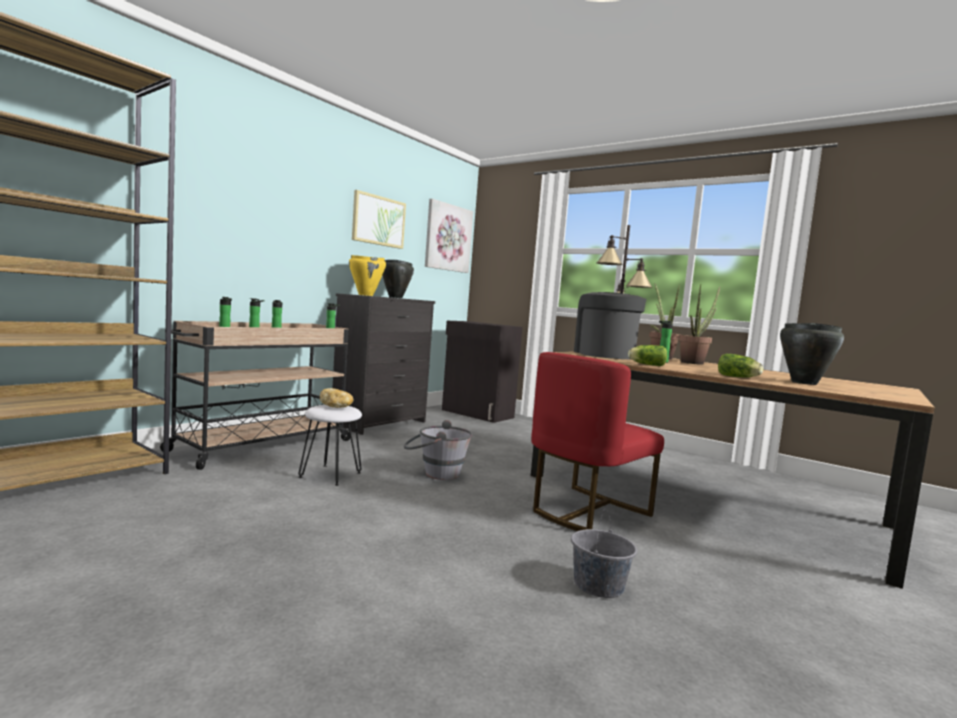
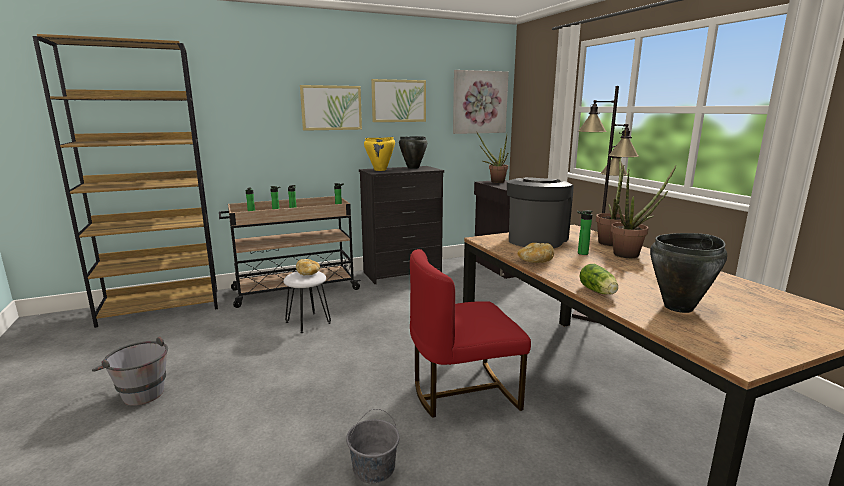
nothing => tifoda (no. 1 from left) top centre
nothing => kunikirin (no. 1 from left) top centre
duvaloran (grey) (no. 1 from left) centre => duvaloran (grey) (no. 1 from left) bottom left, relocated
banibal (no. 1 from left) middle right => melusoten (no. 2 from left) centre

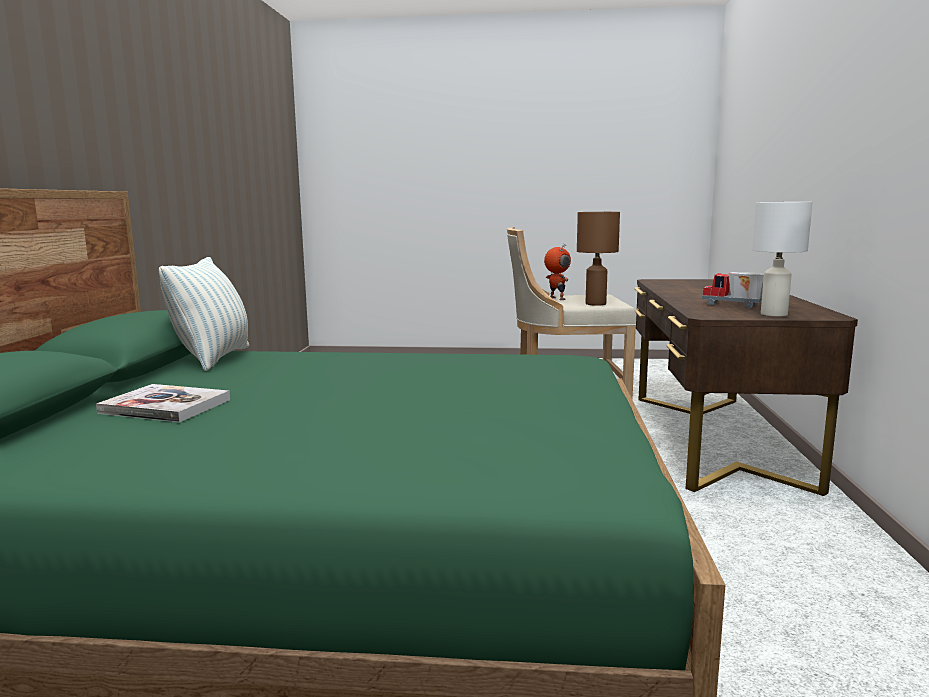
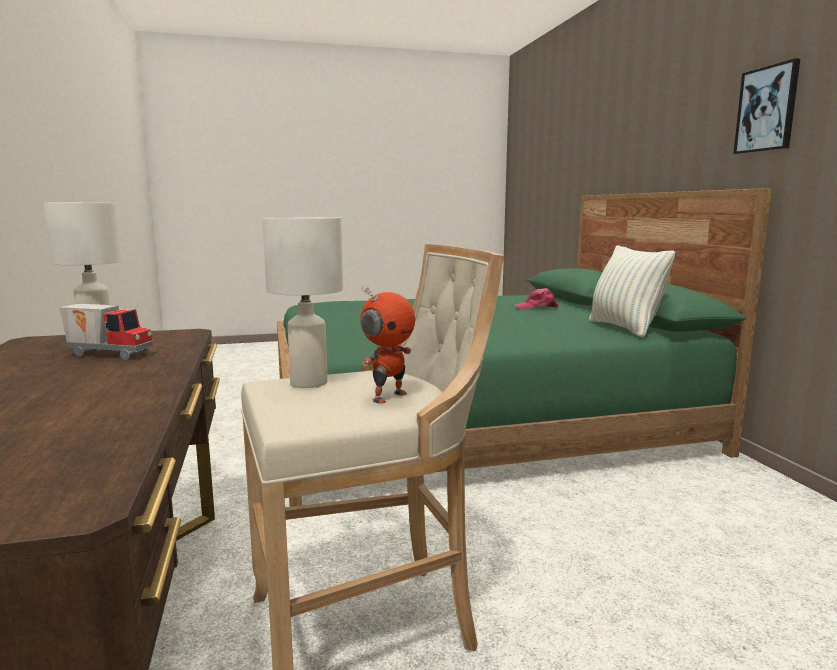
nothing => tifoda top right
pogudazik middle left => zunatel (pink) centre
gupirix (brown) centre => gupirix (white) (no. 2 from left) centre
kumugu centre, 90 degrees counterclockwise

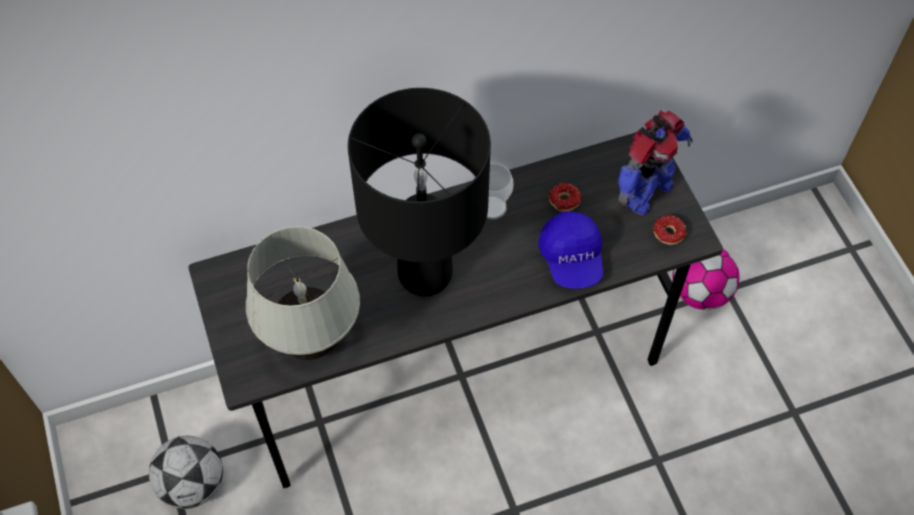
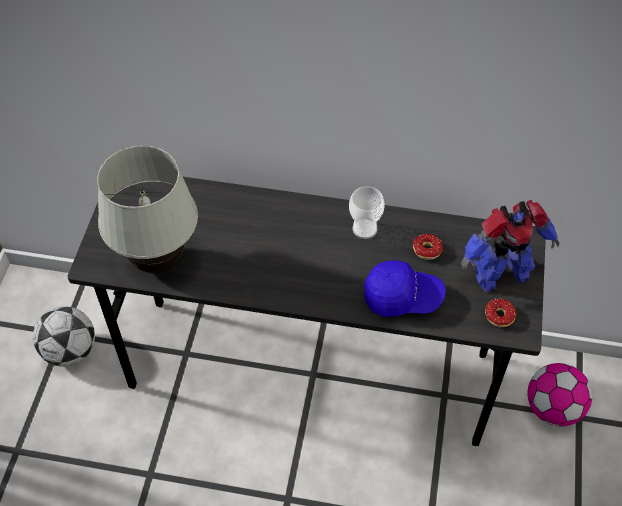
gupirix (black) centre => nothing
zunatel (blue) centre, 105 degrees counterclockwise

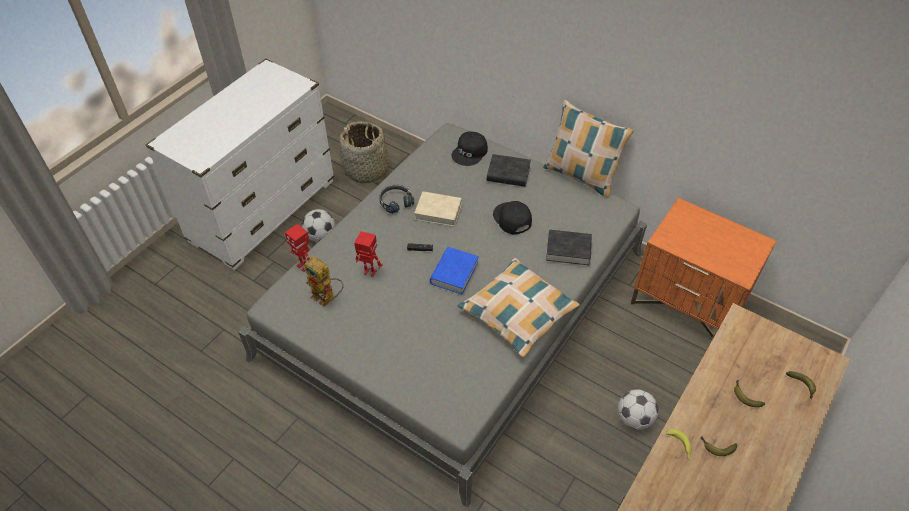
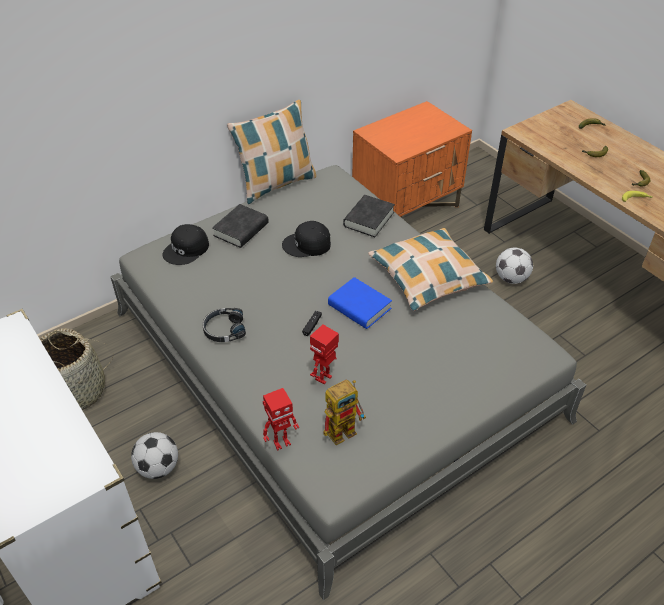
pogudazik (beige) centre => nothing
zunatel (black) (no. 1 from left) top centre => zunatel (black) (no. 1 from left) middle left, 75 degrees clockwise

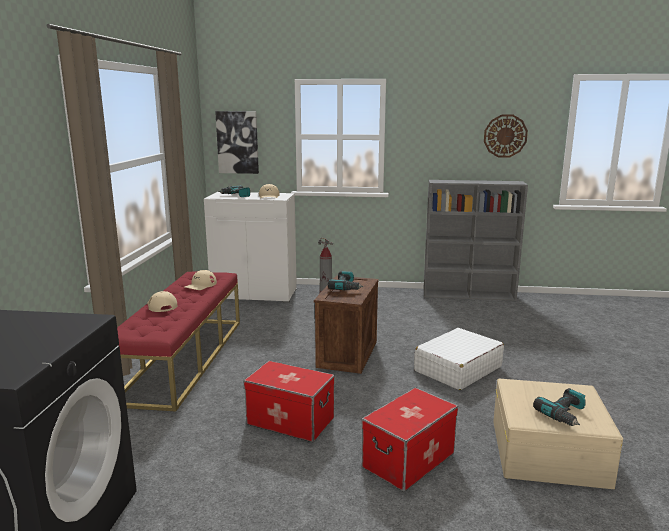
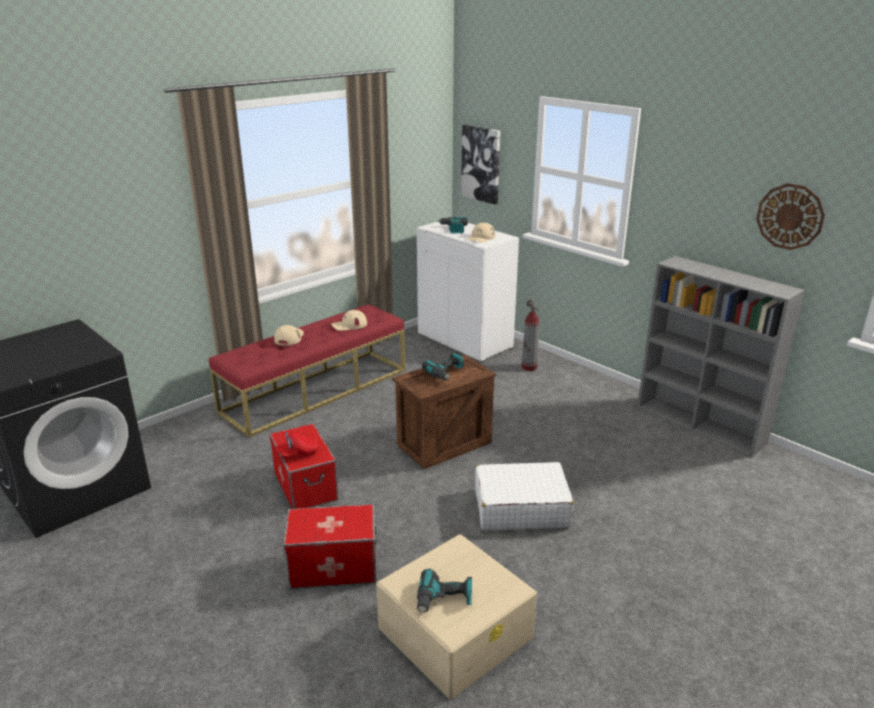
nothing => zunatel (red) centre

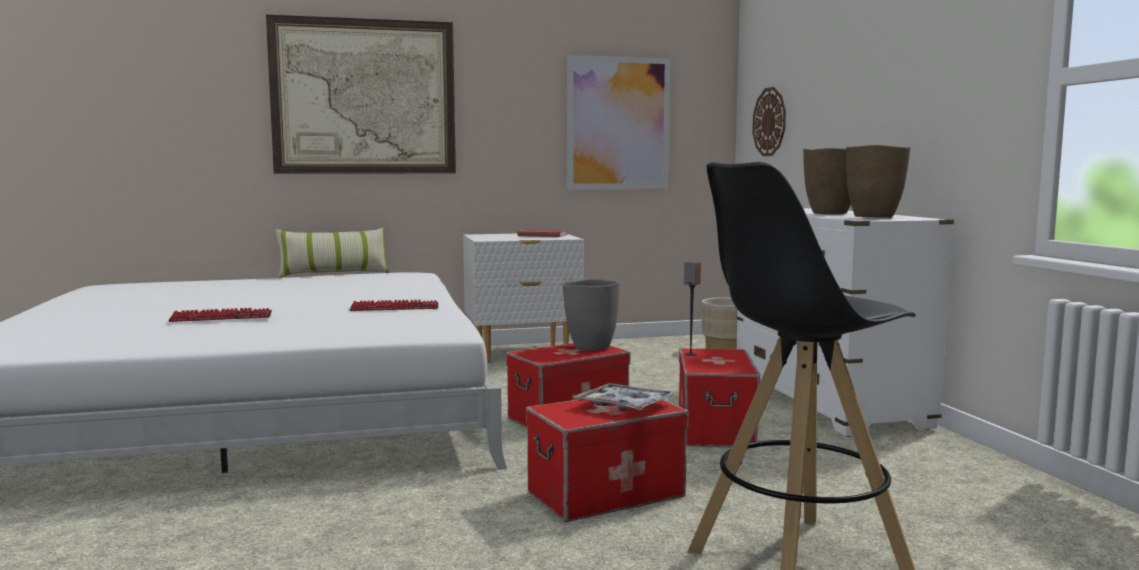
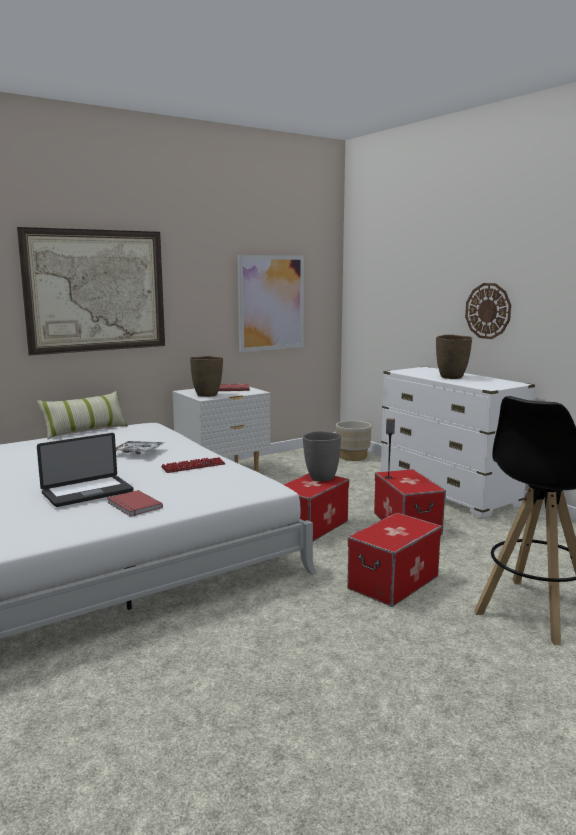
nothing => pogudazik (red) (no. 1 from left) middle left
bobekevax bottom centre => bobekevax middle left, relocated
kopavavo top right => kopavavo middle right, relocated
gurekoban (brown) (no. 2 from left in the first image) top right => gurekoban (brown) (no. 1 from left) centre, relocated
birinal (no. 1 from left) middle left => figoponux middle left

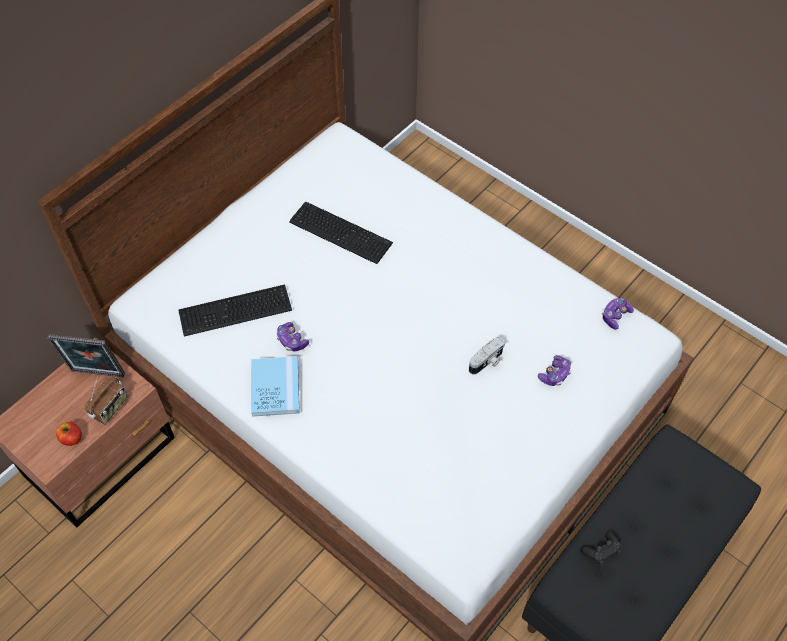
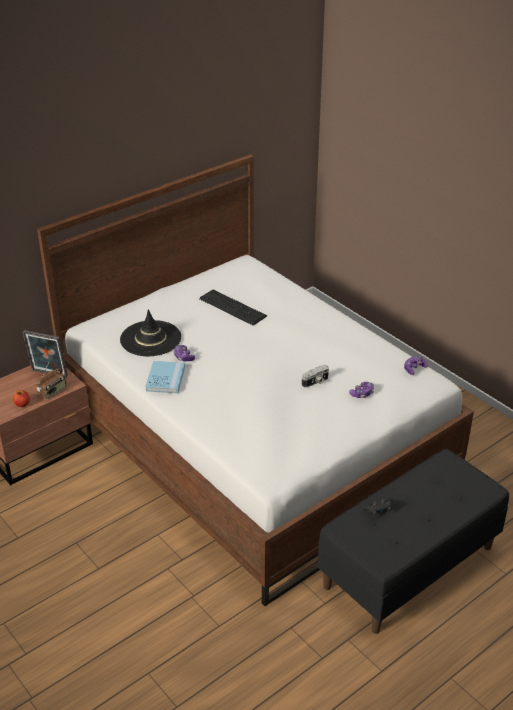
birinal (no. 1 from left) middle left => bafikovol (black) middle left

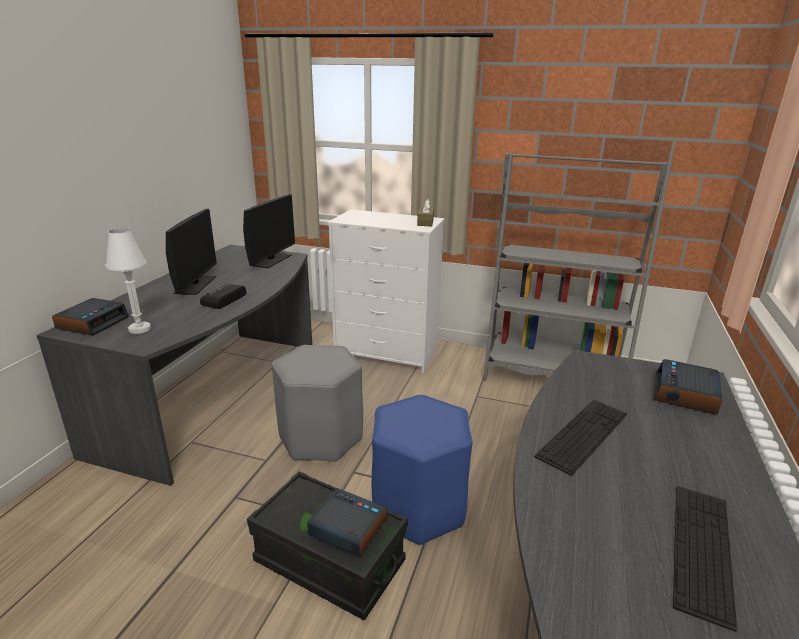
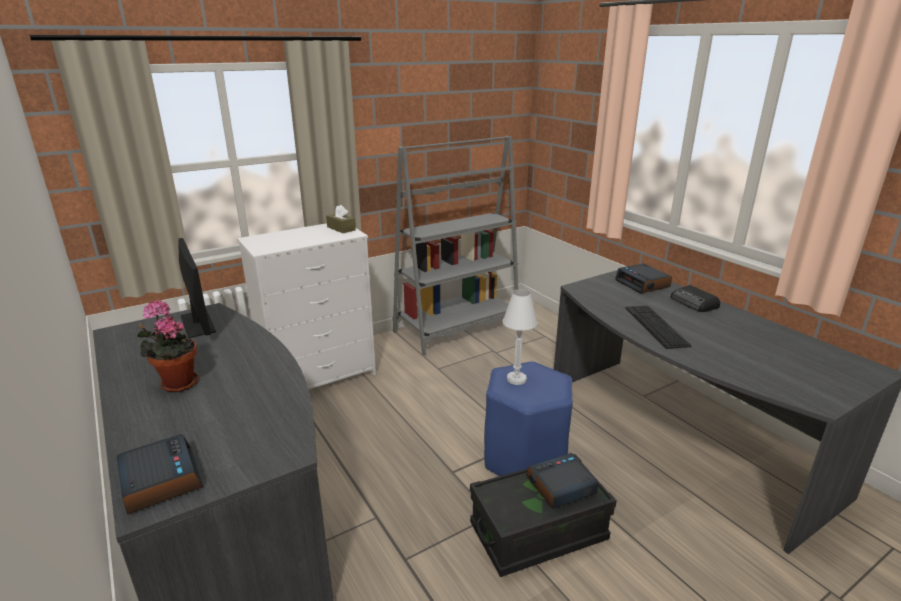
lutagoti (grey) centre => nothing
birinal (no. 2 from left) bottom right => nothing
gupirix (white) middle left => gupirix (white) centre, relocated
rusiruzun middle left => rusiruzun middle right, relocated
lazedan (no. 1 from left) middle left => kunikirin middle left

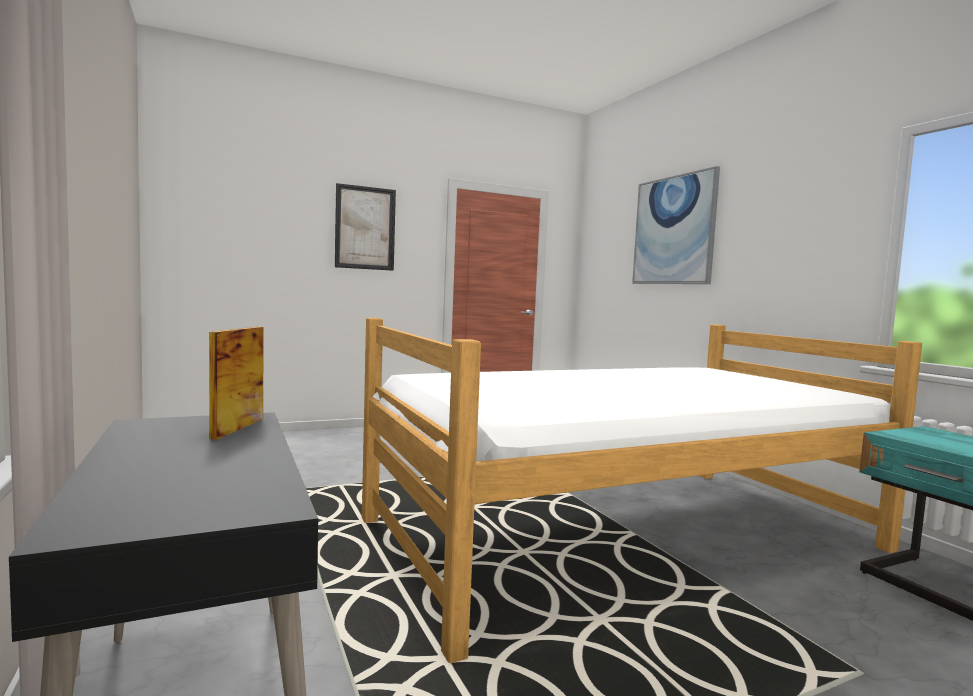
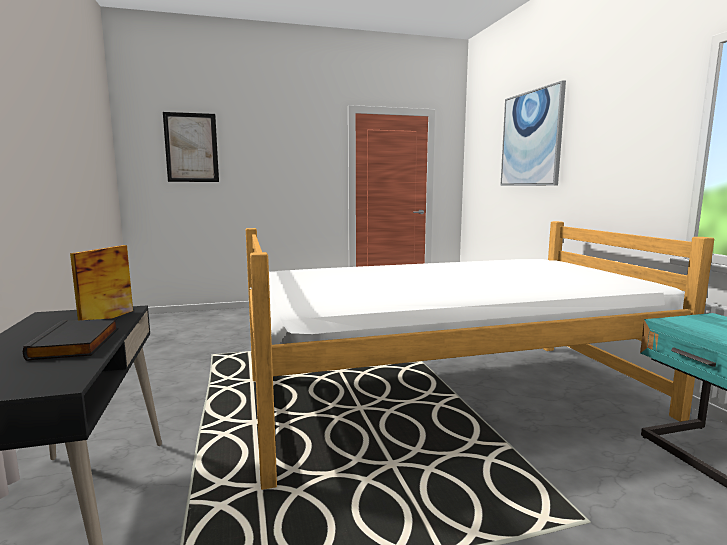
nothing => pogudazik (black) middle left
tifoda (no. 1 from left) top centre => tifoda (no. 1 from left) top left, relocated

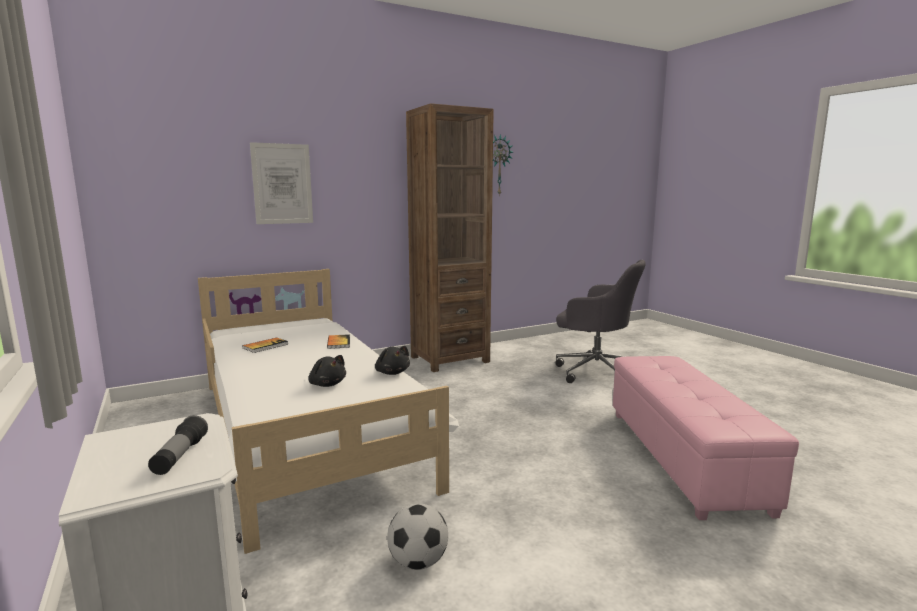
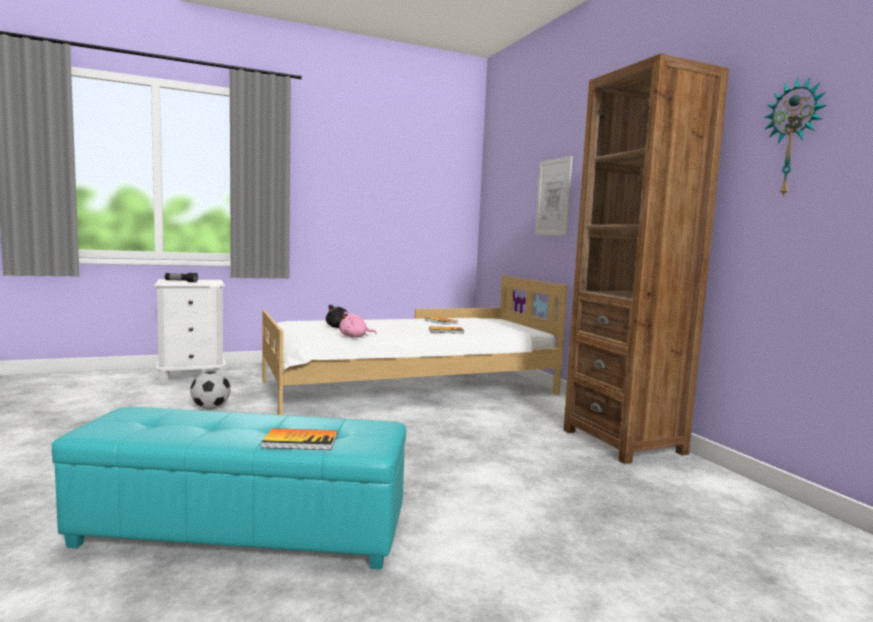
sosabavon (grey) centre => nothing
nothing => pogudazik (no. 1 from left) bottom centre
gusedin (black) (no. 2 from left) centre => gusedin (pink) centre
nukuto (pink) bottom right => nukuto (turquoise) bottom left

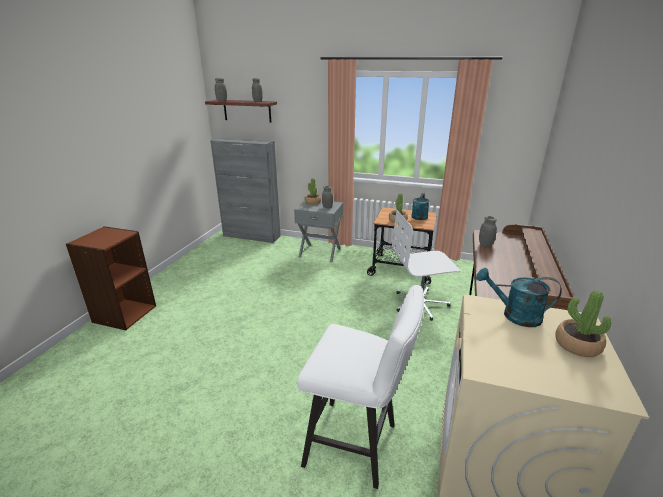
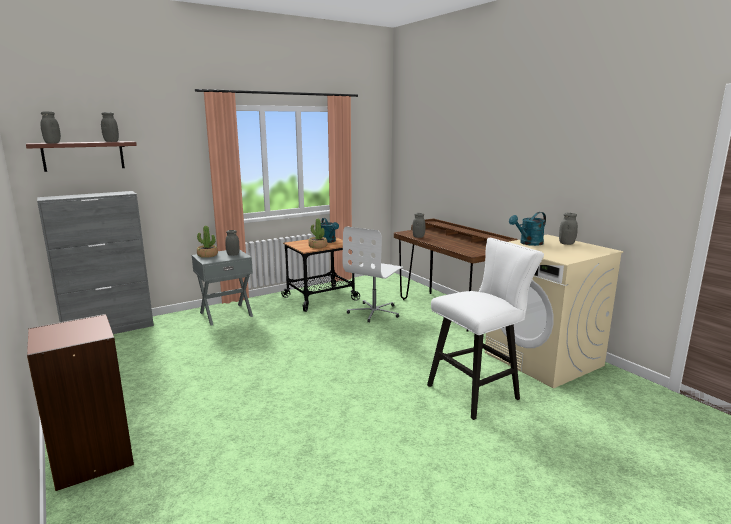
kunikirin (no. 3 from left) middle right => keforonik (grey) (no. 5 from left) middle right

